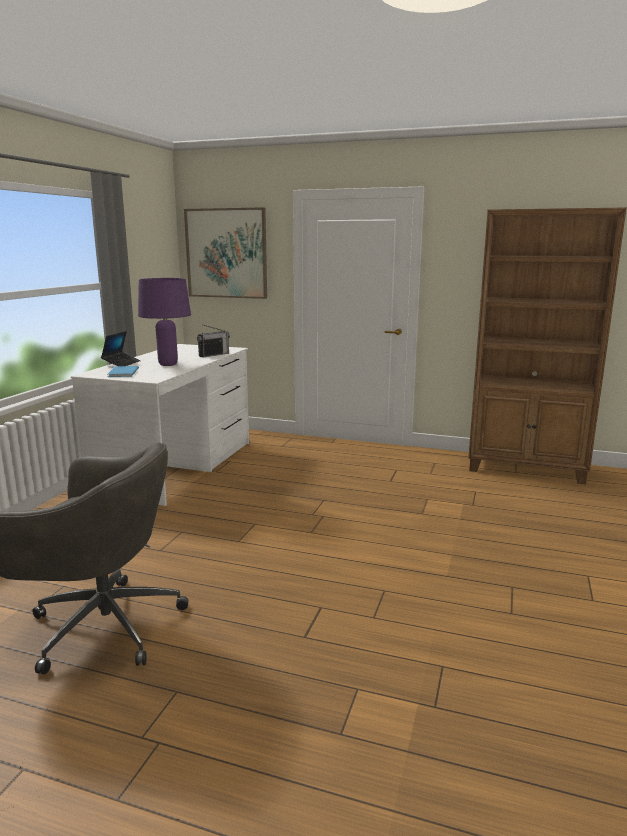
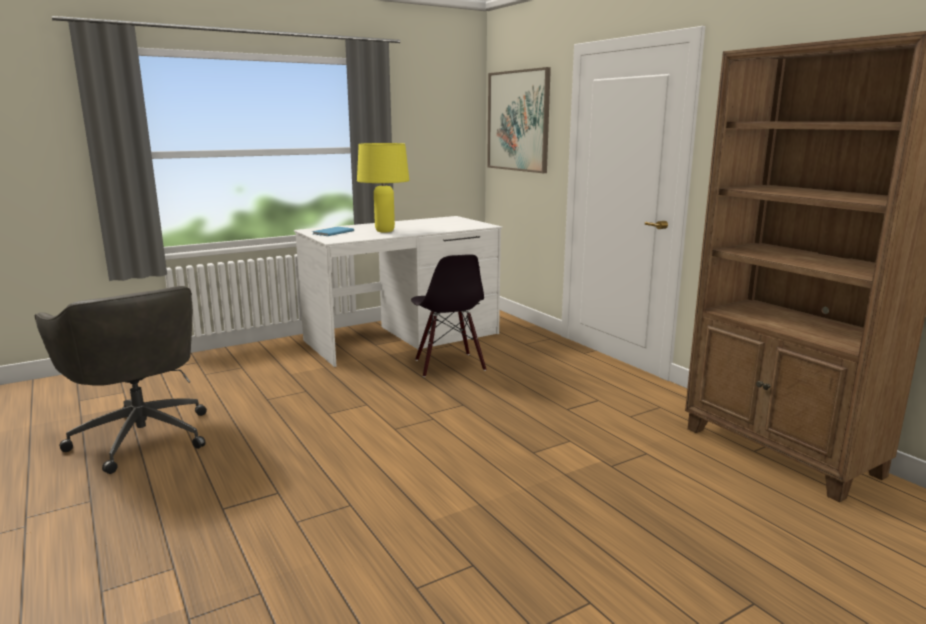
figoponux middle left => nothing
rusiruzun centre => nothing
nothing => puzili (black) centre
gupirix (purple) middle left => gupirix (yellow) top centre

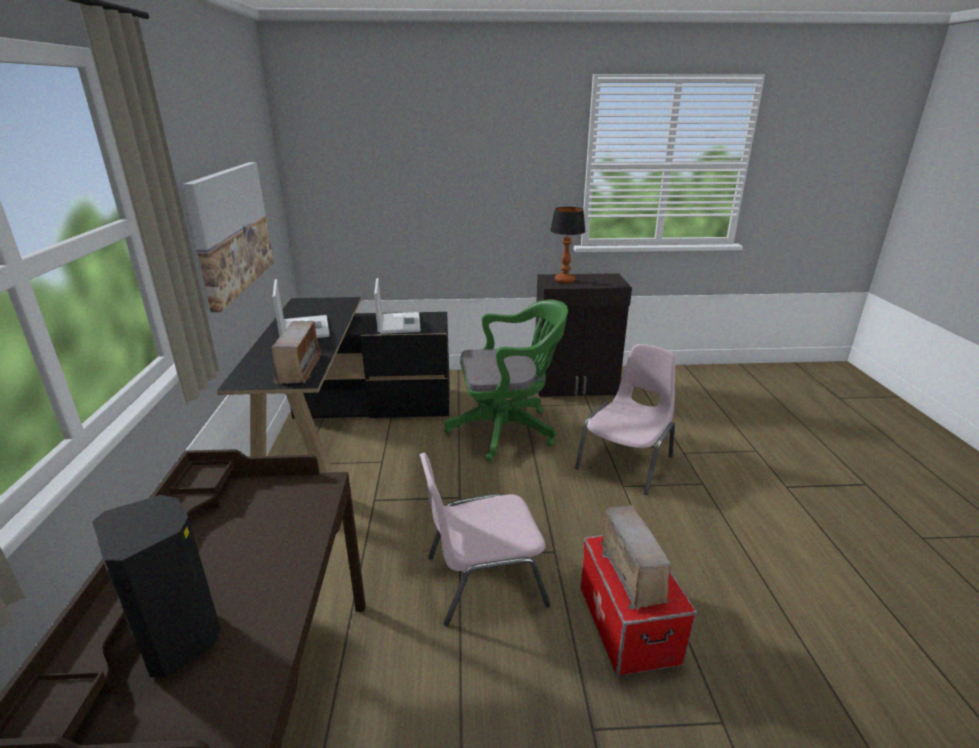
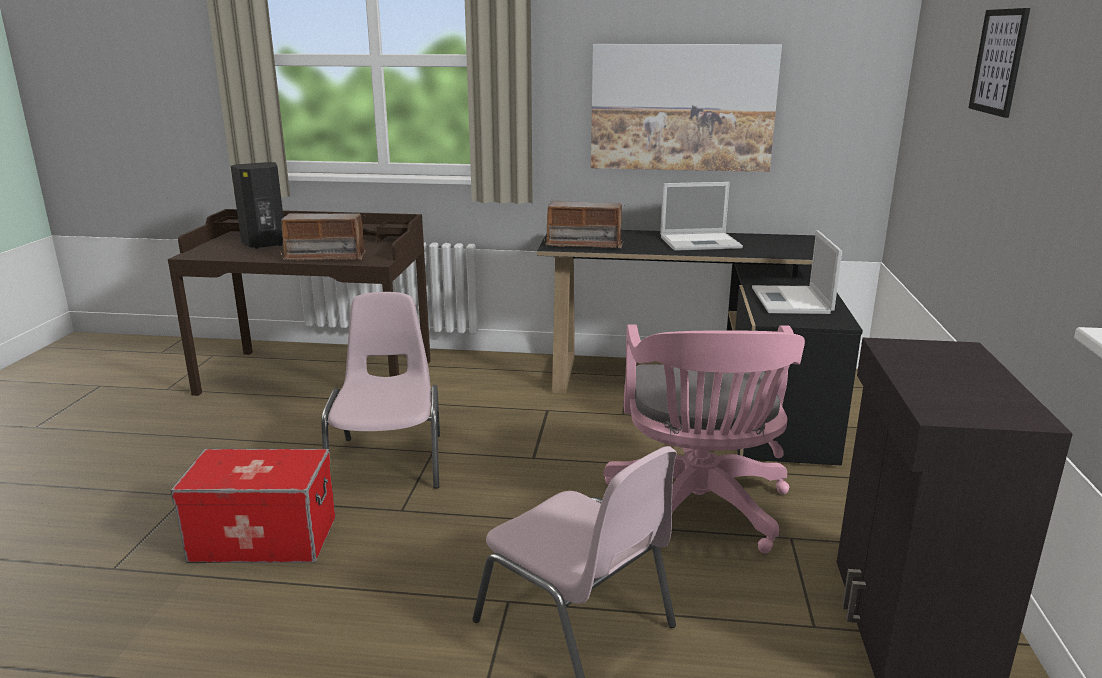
gupirix top centre => nothing
nothing => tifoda (no. 2 from left) top right
rusiruzun (no. 2 from left in the first image) bottom centre => rusiruzun (no. 1 from left) middle left, relocated
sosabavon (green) centre => sosabavon (pink) centre
figoponux (no. 2 from left) centre => figoponux (no. 2 from left) middle right, 90 degrees clockwise

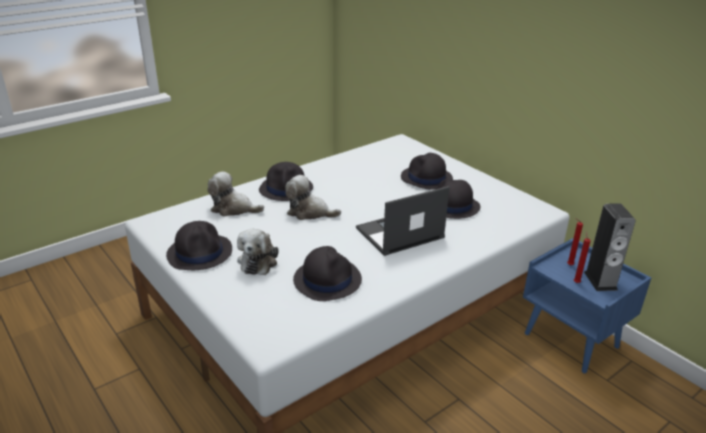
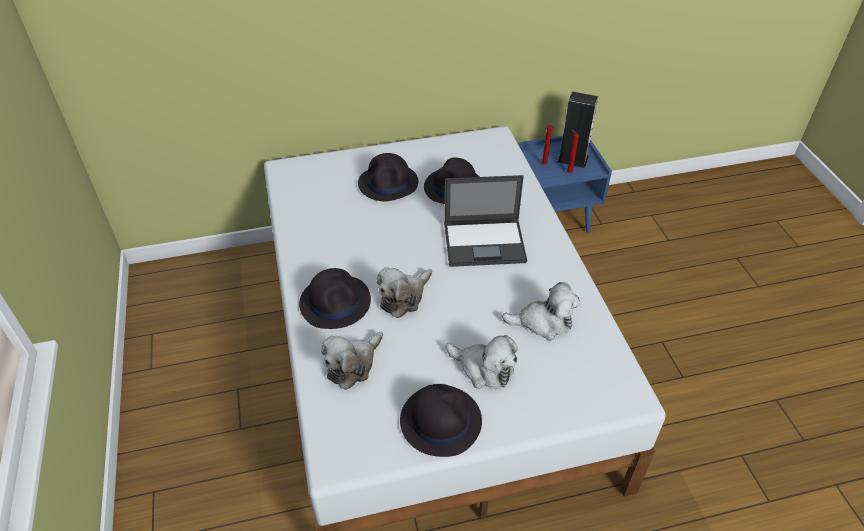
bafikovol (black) (no. 3 from left) centre => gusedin (no. 4 from left) centre
figoponux centre, 90 degrees counterclockwise

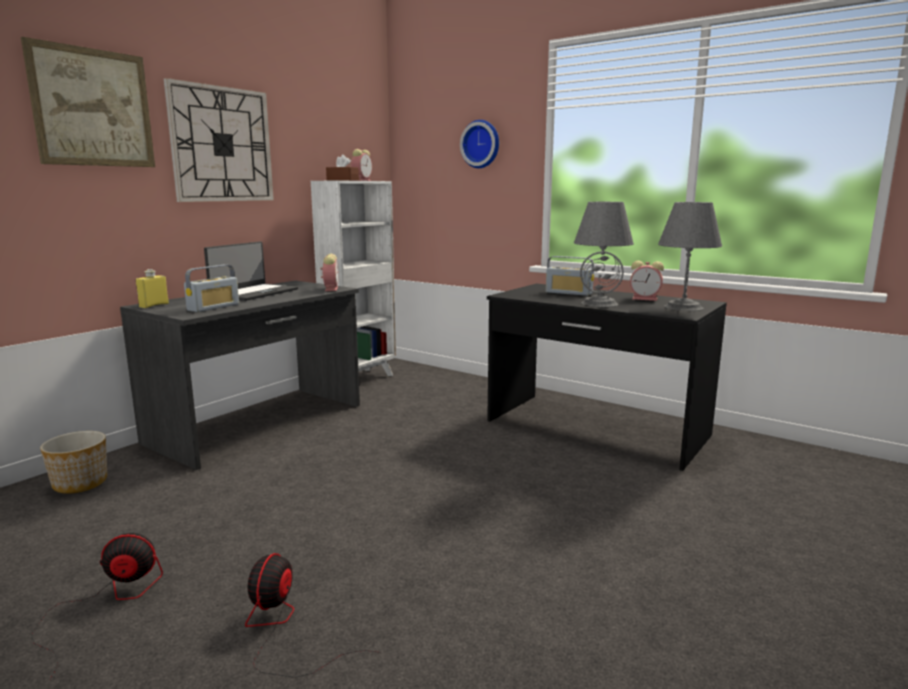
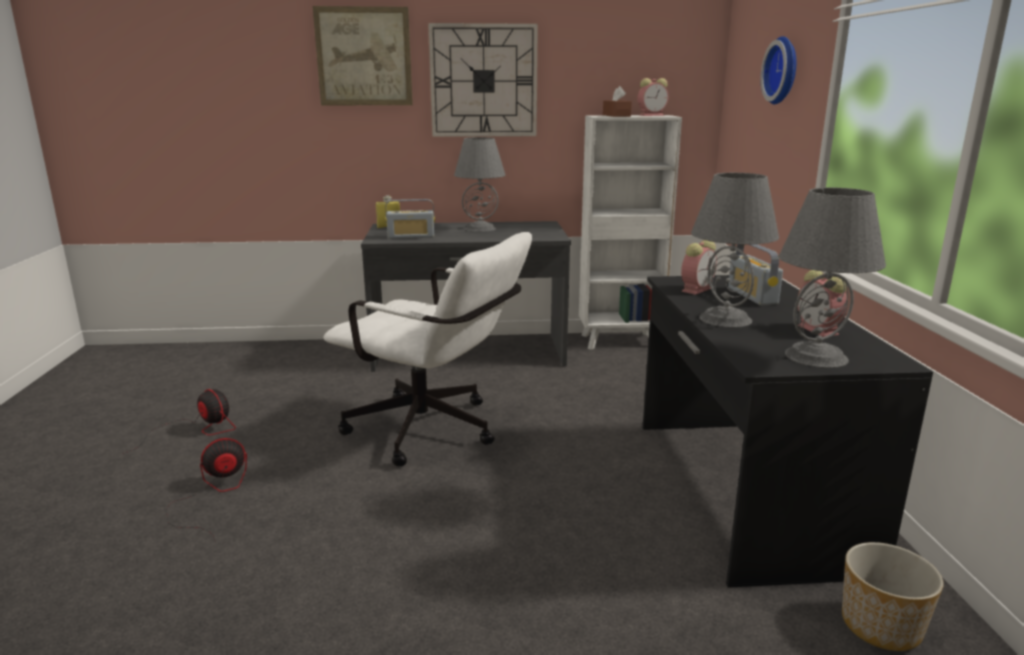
nothing => sosabavon (white) centre
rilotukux bottom left => rilotukux bottom right, relocated
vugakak (no. 1 from left in the first image) centre => vugakak (no. 2 from left) middle right, relocated
figoponux middle left => gupirix (grey) (no. 1 from left) top centre

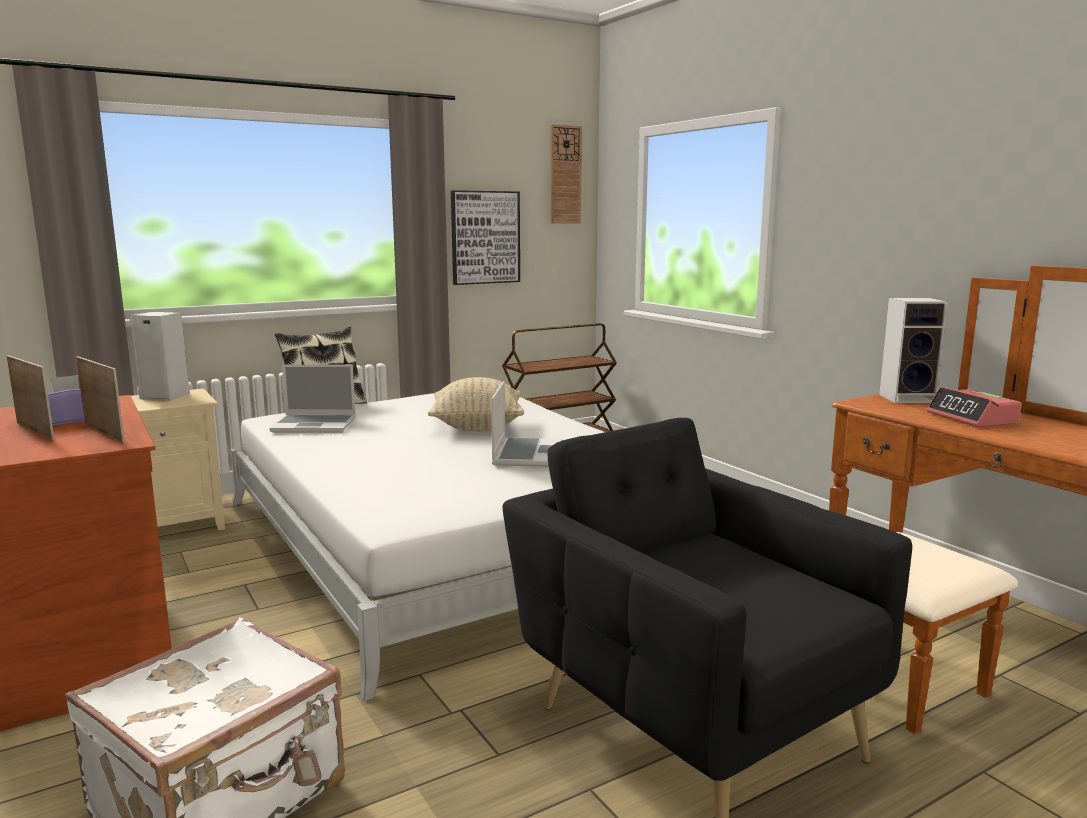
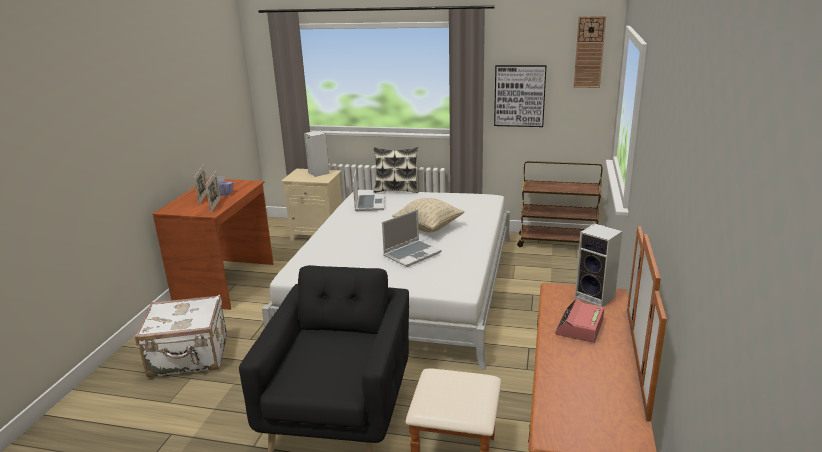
figoponux (no. 1 from left) middle left => figoponux (no. 1 from left) centre, 135 degrees counterclockwise

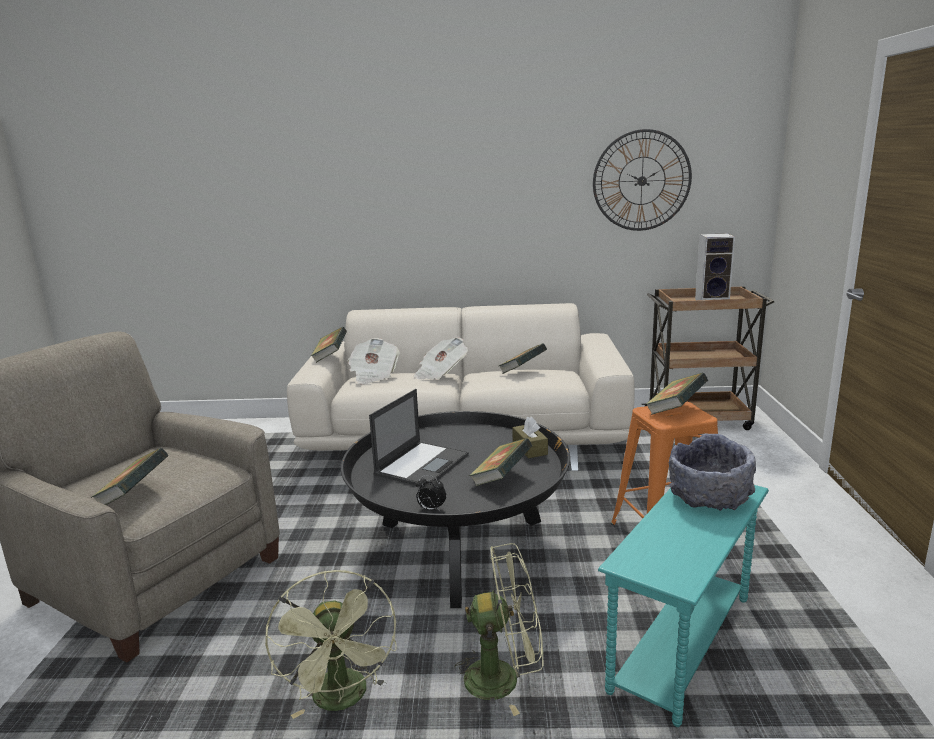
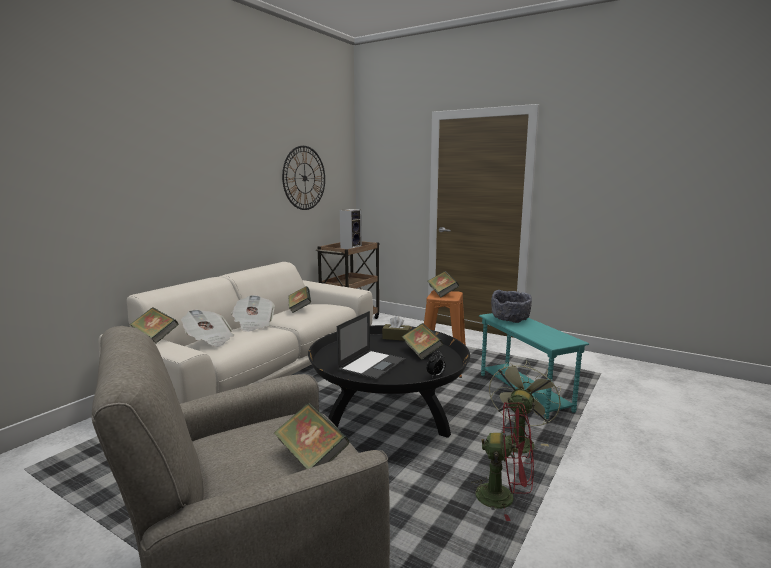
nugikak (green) (no. 1 from left) bottom centre => nugikak (red) bottom centre
figoponux centre, 60 degrees clockwise

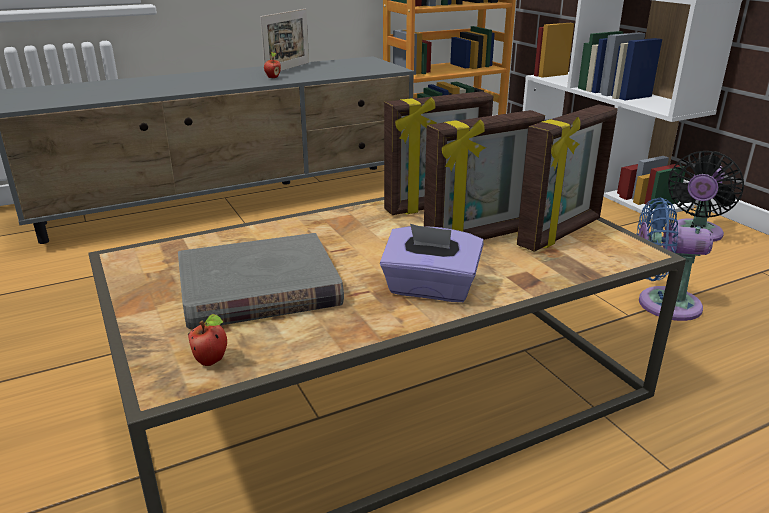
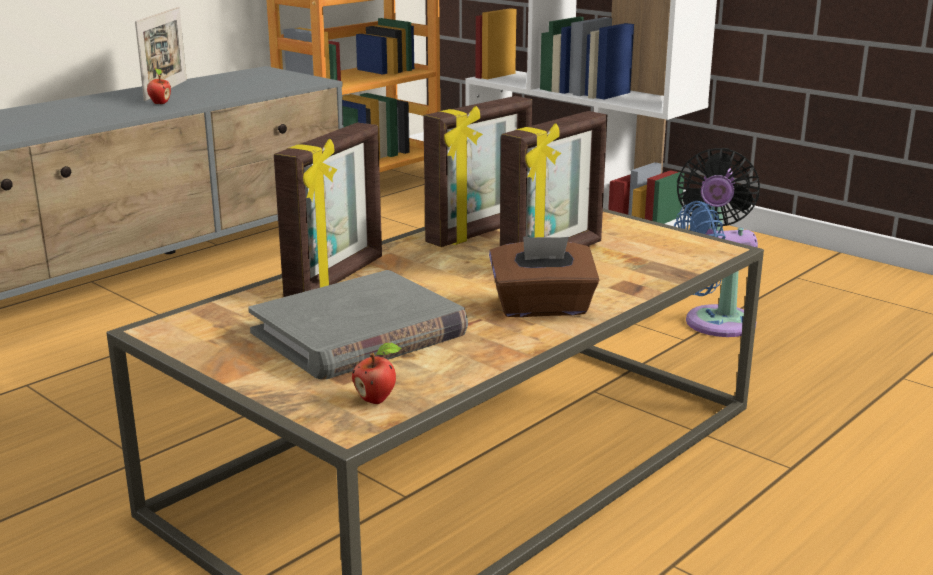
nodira (no. 4 from left in the first image) middle right => nodira (no. 2 from left) centre, relocated
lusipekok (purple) centre => lusipekok (brown) centre

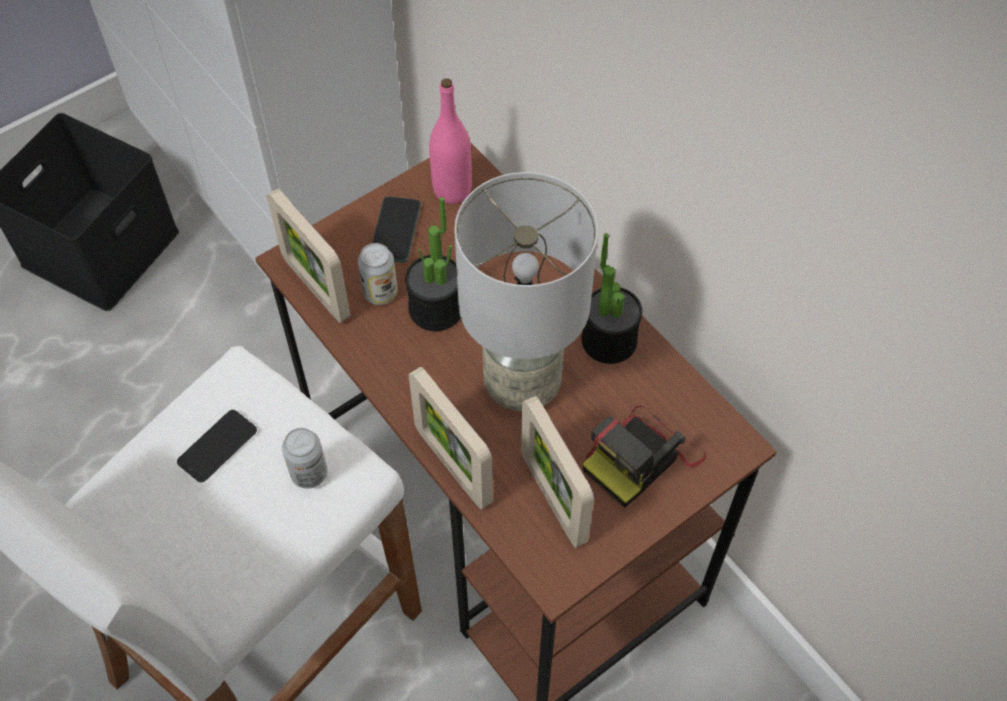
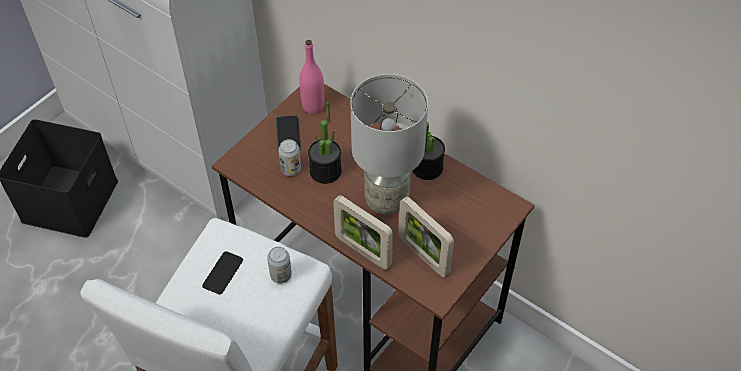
nodira (no. 1 from left) middle left => nothing
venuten centre => nothing

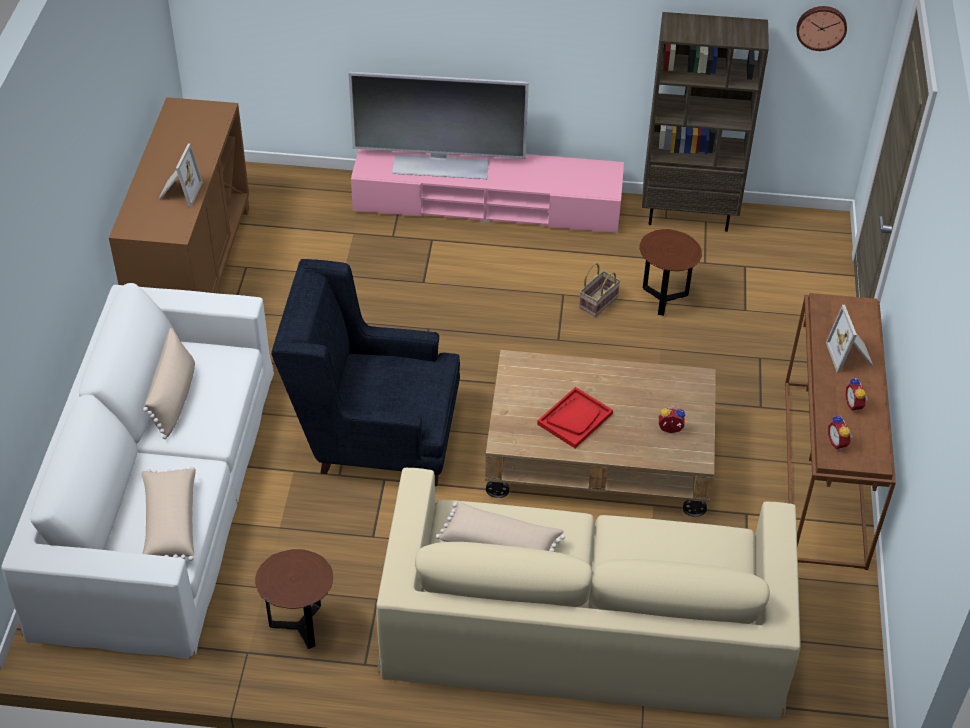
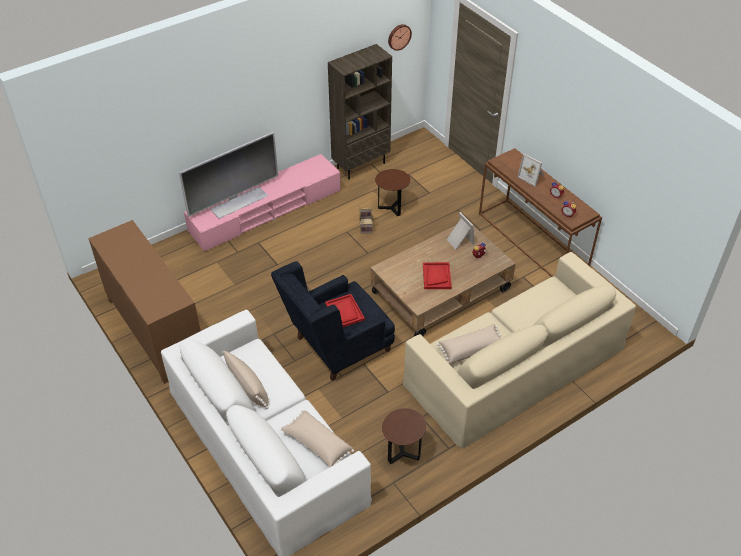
nothing => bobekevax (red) (no. 1 from left) centre
nodira (no. 1 from left) top left => nodira (no. 1 from left) centre, relocated

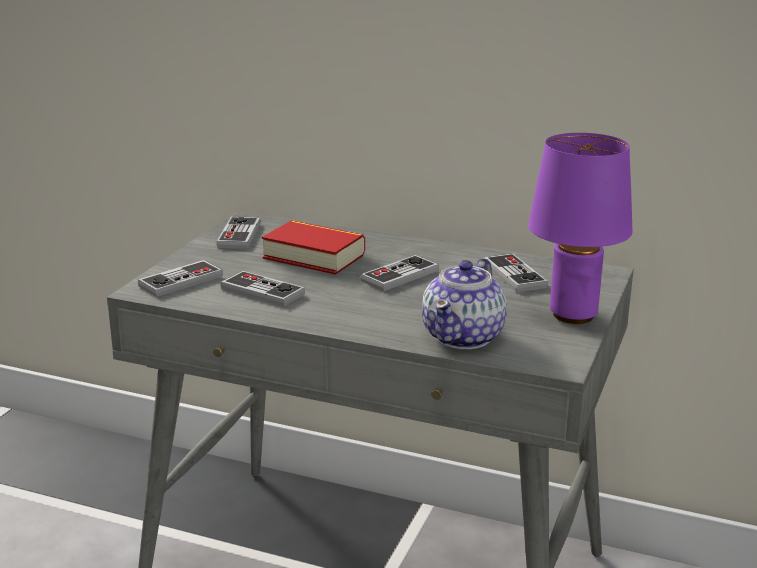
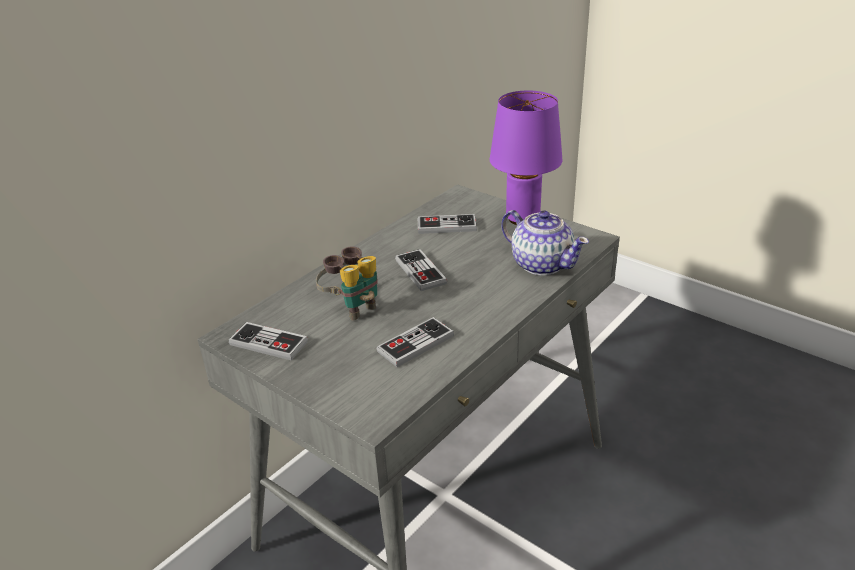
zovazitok (no. 1 from left) middle left => nothing
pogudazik centre => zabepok centre

